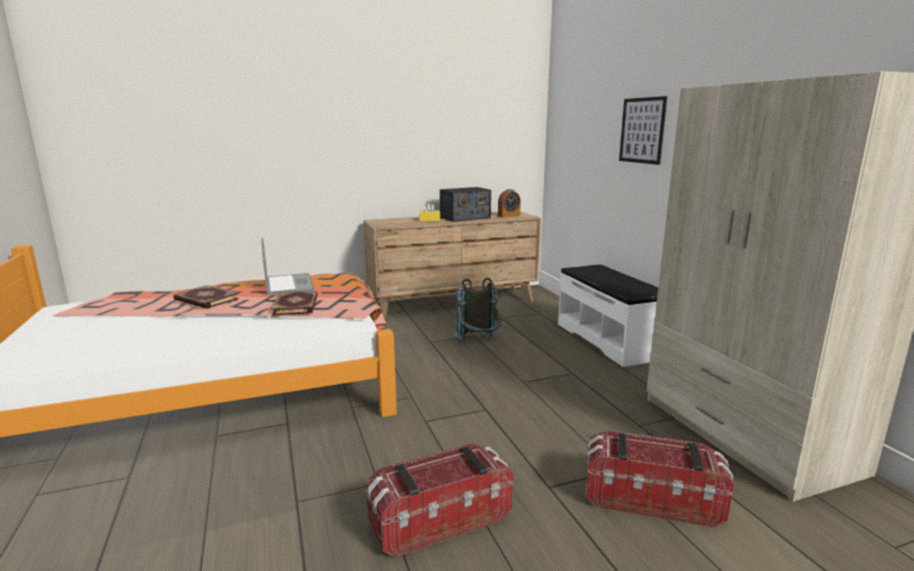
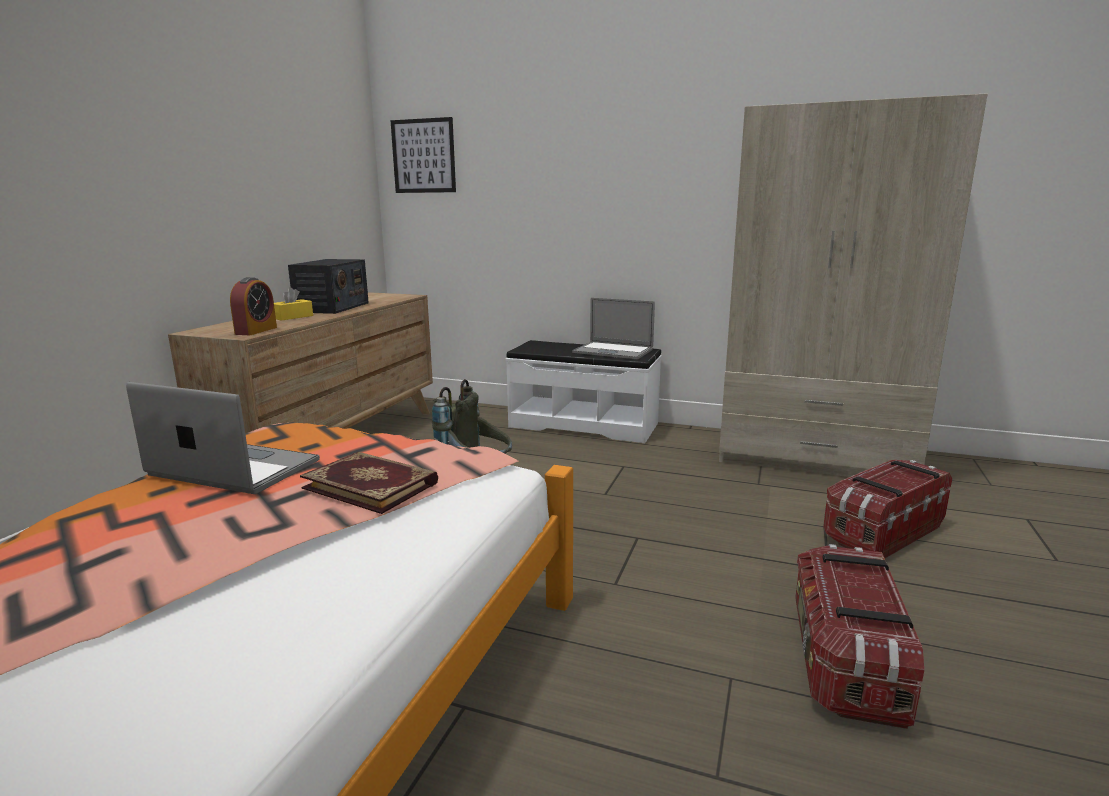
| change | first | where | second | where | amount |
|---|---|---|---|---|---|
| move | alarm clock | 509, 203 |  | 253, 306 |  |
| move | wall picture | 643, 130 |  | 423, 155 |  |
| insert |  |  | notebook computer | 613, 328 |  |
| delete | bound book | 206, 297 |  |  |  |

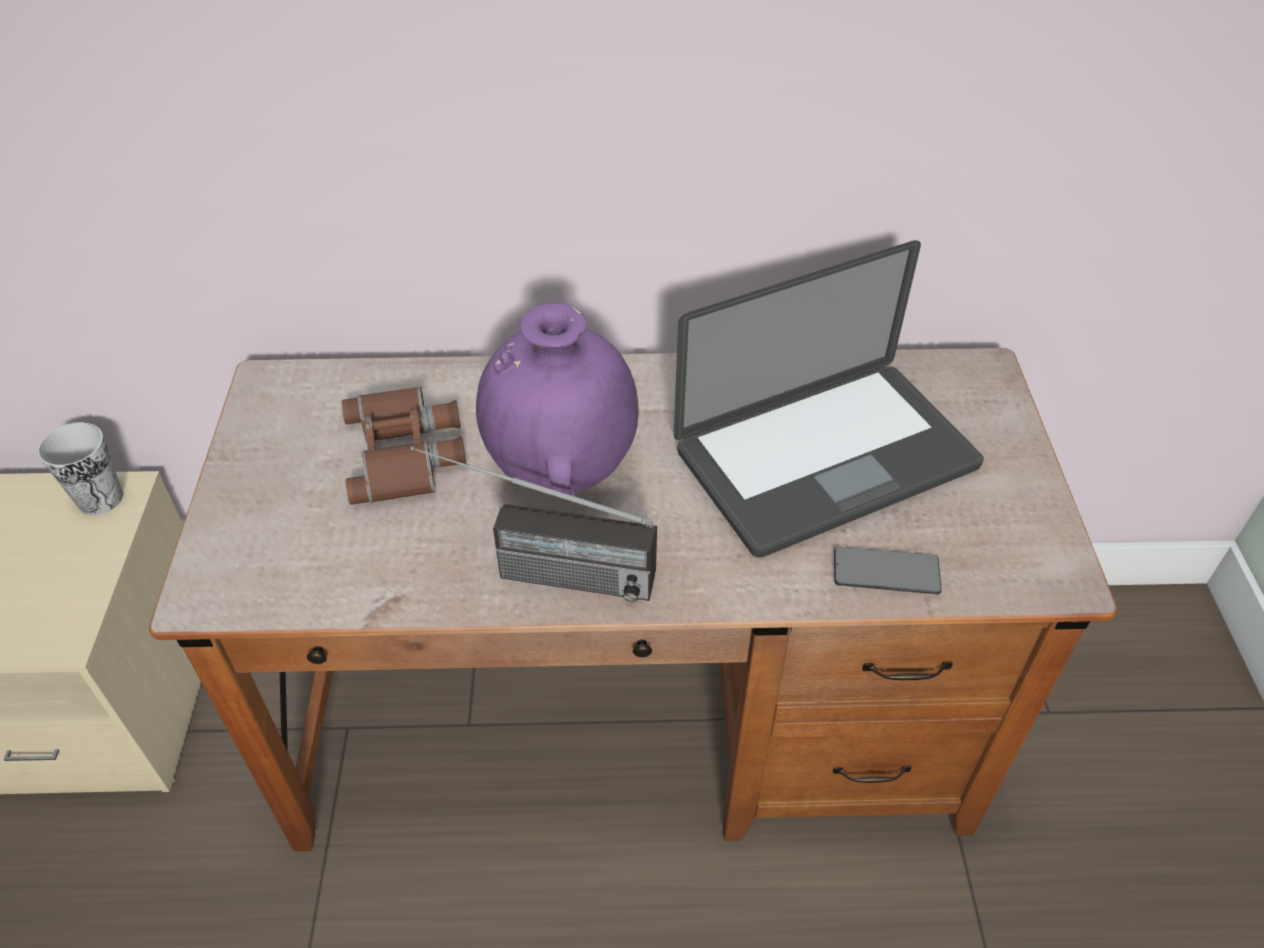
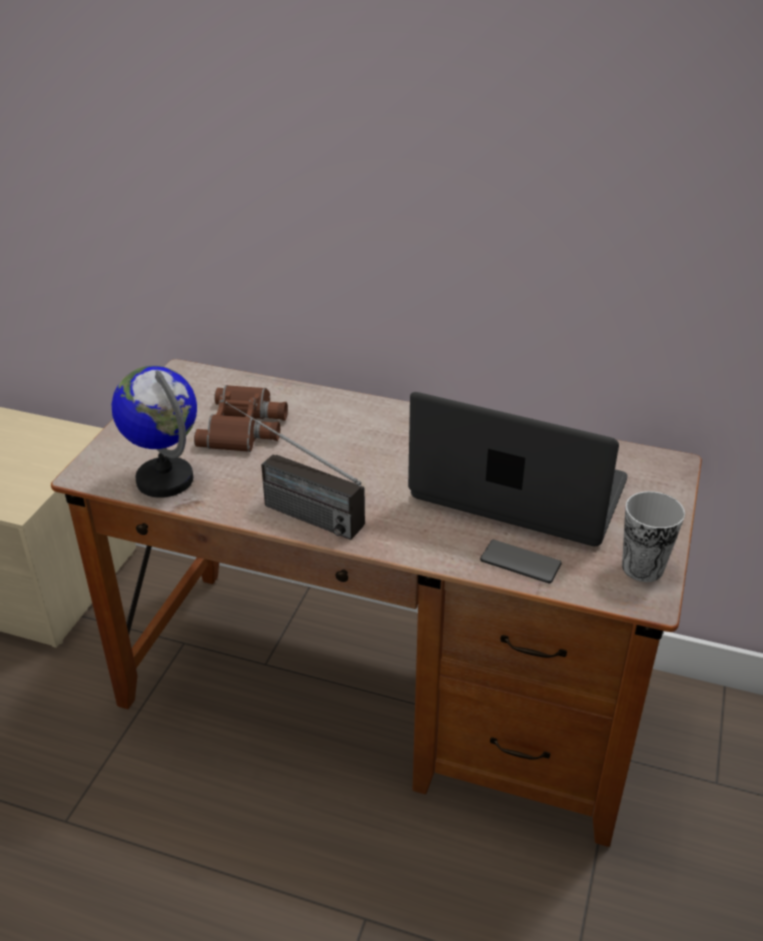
| change | first | where | second | where | amount |
|---|---|---|---|---|---|
| insert |  |  | globe | 154, 432 |  |
| rotate | notebook computer | 829, 399 |  | 518, 469 | 150 degrees counterclockwise |
| move | small cup | 80, 468 |  | 653, 536 |  |
| delete | purplish flower vase | 557, 399 |  |  |  |

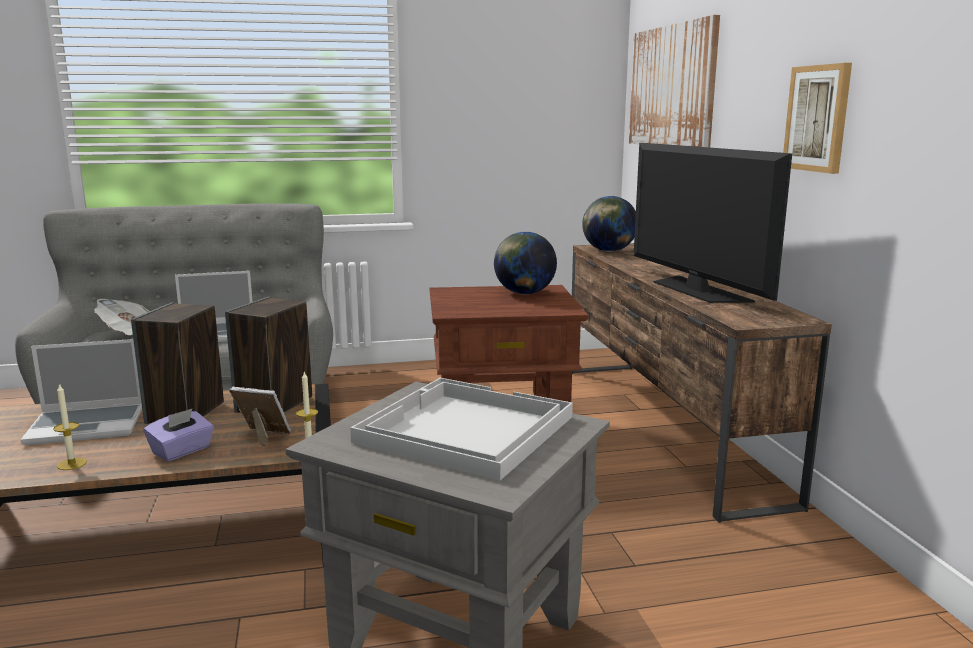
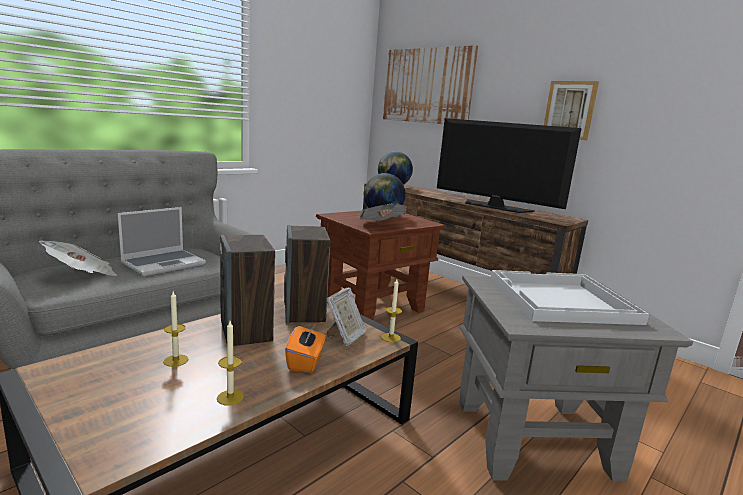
| change | first | where | second | where | amount |
|---|---|---|---|---|---|
| replace | notebook computer | 81, 392 | wax light | 175, 329 |  |
| recolor | purplish tissue holder | 179, 435 | orangey tissue holder | 305, 348 |  |
| rotate | picture frame | 260, 416 |  | 346, 316 | 135 degrees clockwise |
| insert |  |  | newspaper | 383, 212 |  |

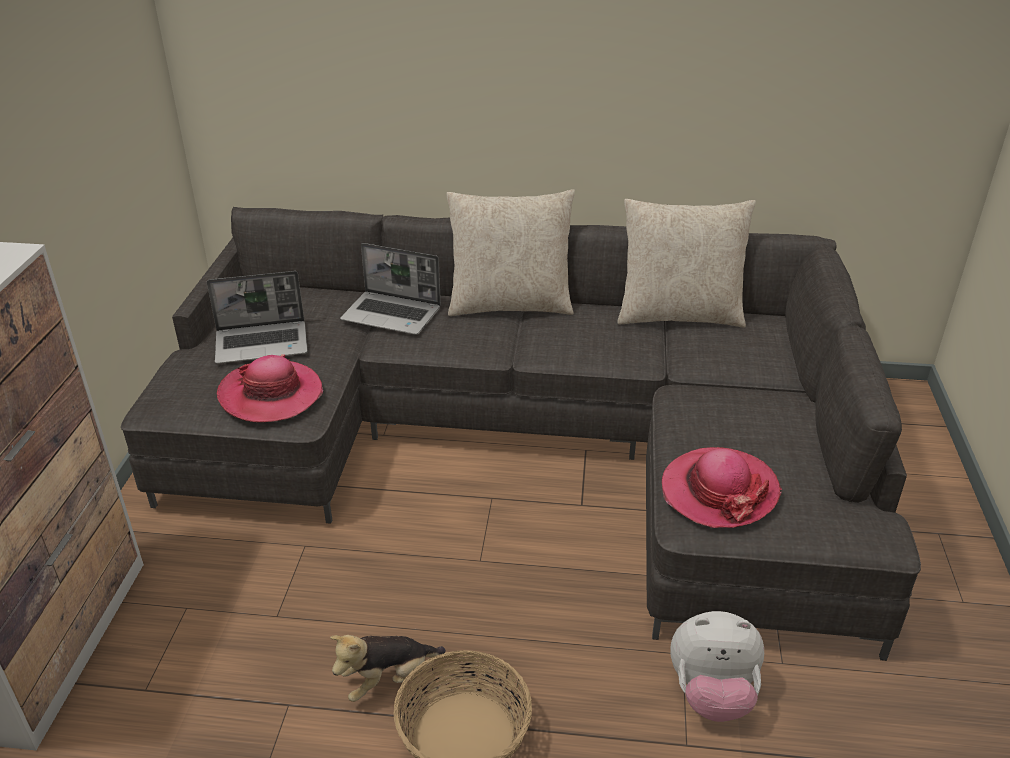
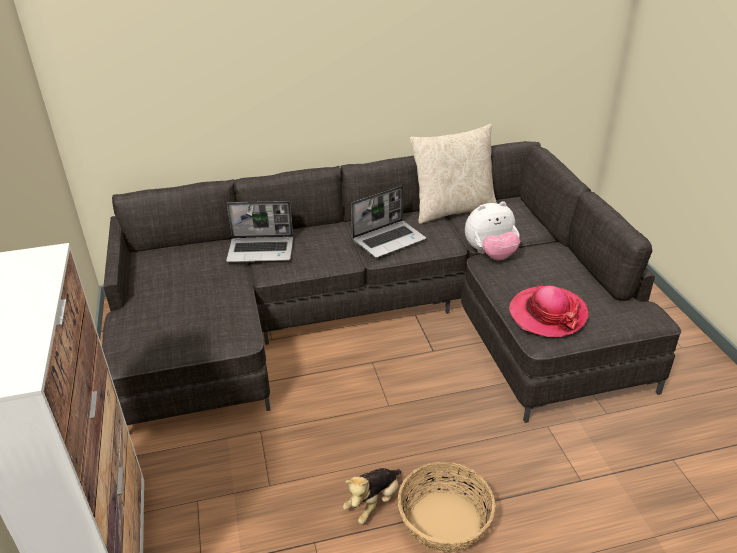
| change | first | where | second | where | amount |
|---|---|---|---|---|---|
| move | notebook computer | 257, 317 |  | 388, 222 |  |
| move | plush toy | 717, 666 |  | 492, 230 |  |
| delete | wearable hat | 270, 388 |  |  |  |
| delete | beige-coloured cushion | 510, 252 |  |  |  |

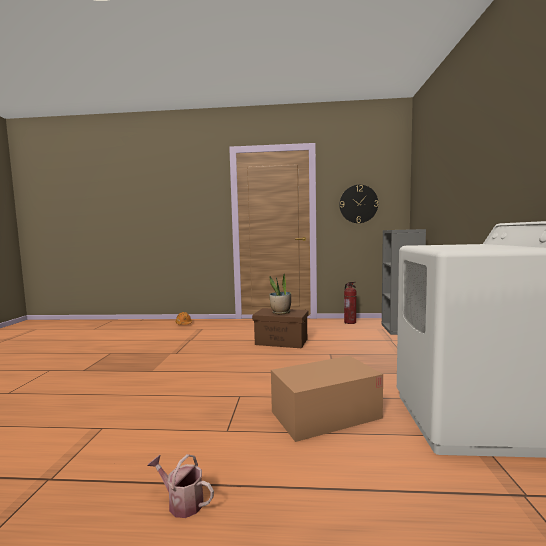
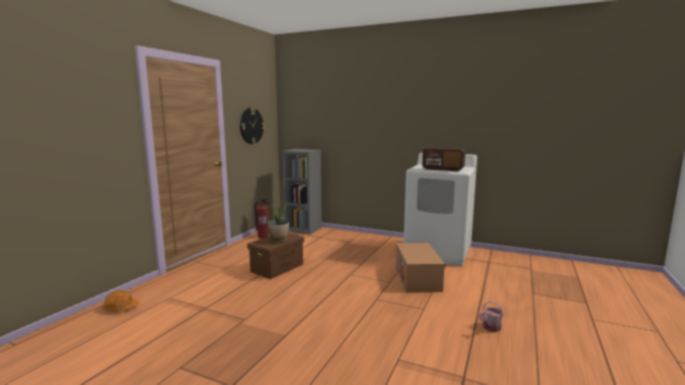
| change | first | where | second | where | amount |
|---|---|---|---|---|---|
| insert |  |  | radio set | 444, 159 |  |

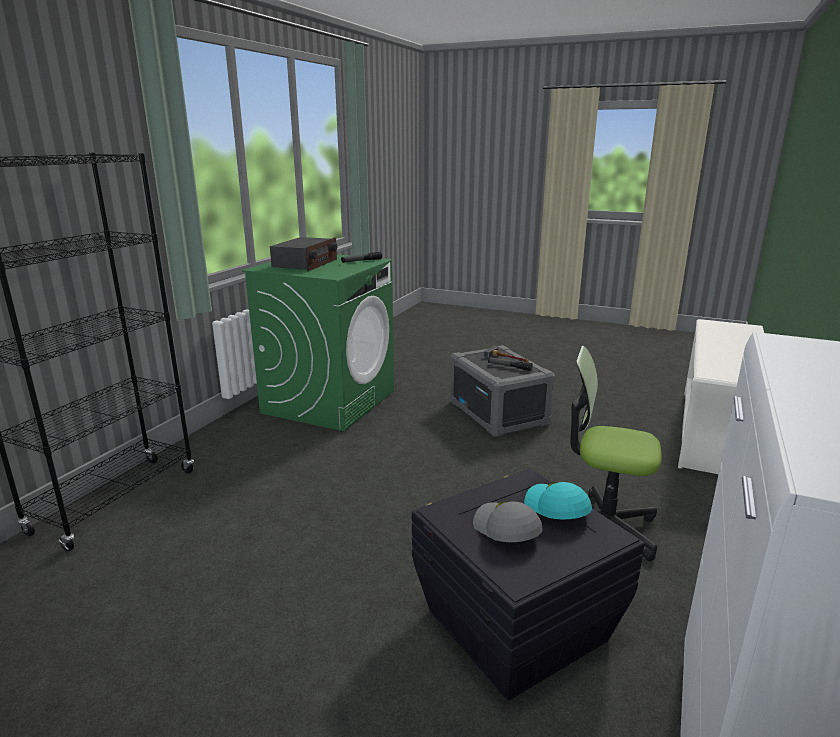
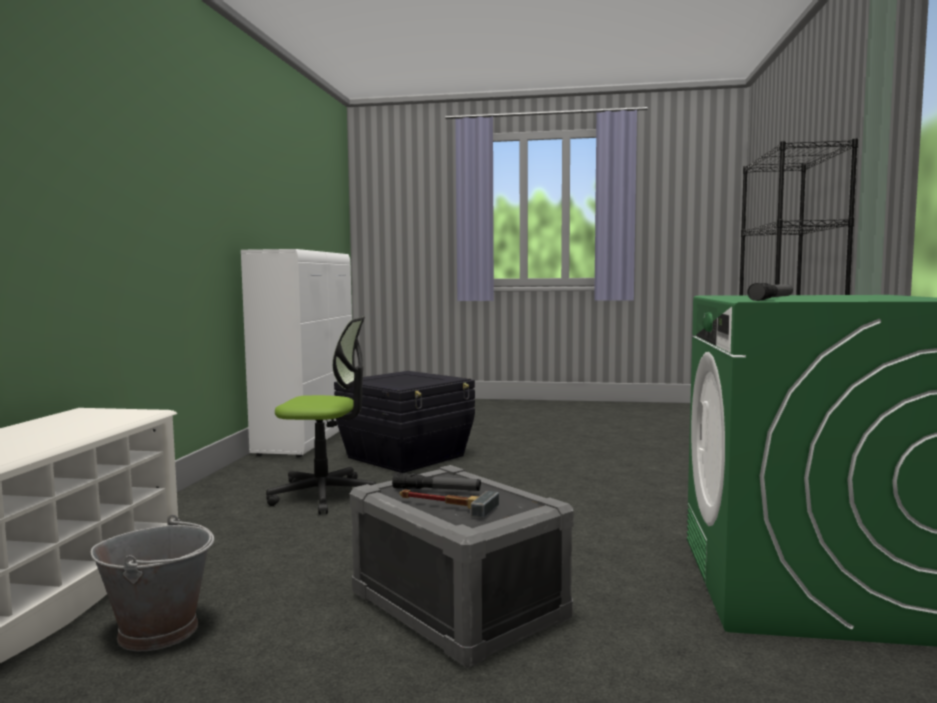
| change | first | where | second | where | amount |
|---|---|---|---|---|---|
| insert |  |  | greyish bucket | 152, 583 |  |
| delete | radio set | 303, 254 |  |  |  |
| delete | greyish cap | 508, 521 |  |  |  |
| delete | turquoise cap | 558, 500 |  |  |  |

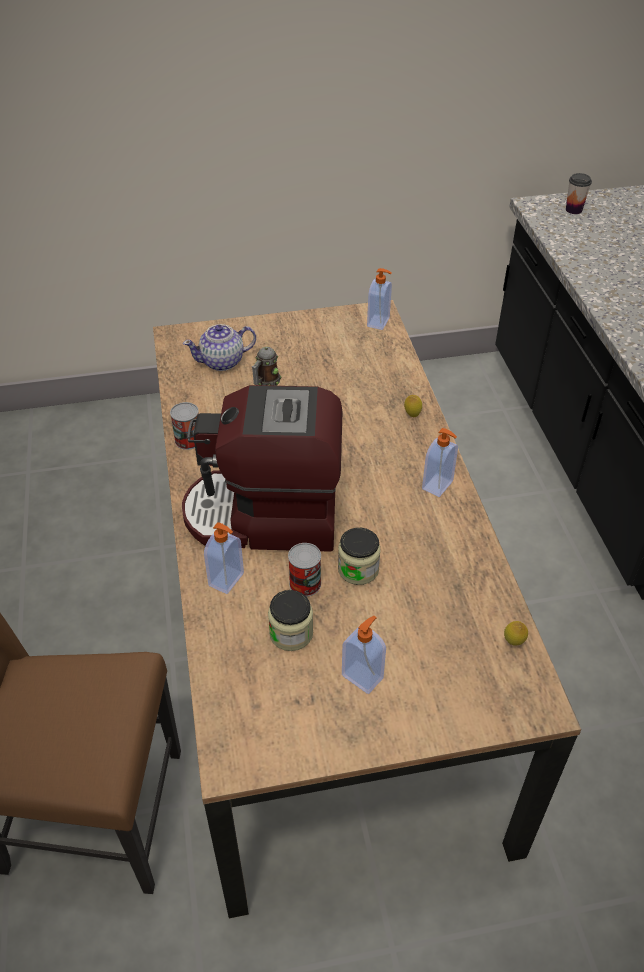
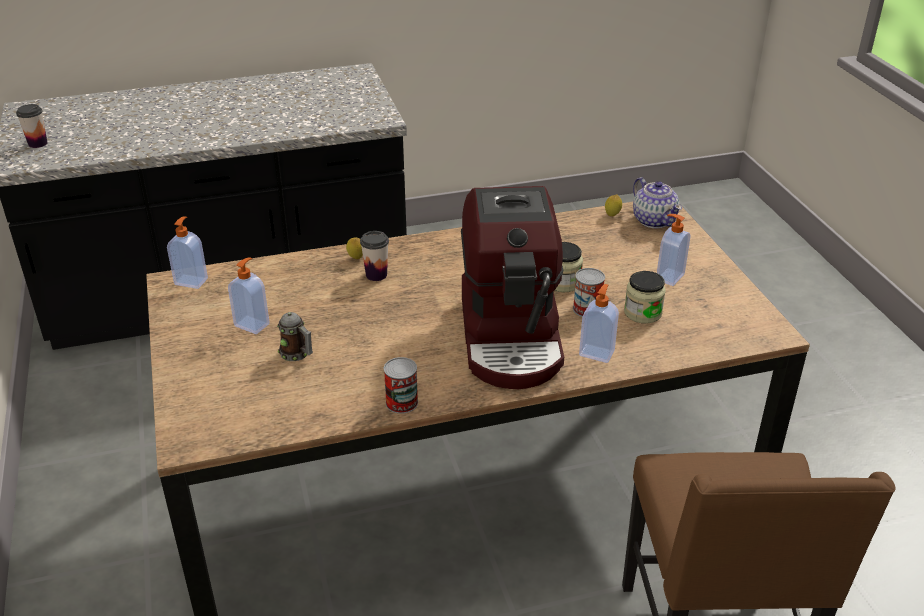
| change | first | where | second | where | amount |
|---|---|---|---|---|---|
| move | soap dispenser | 440, 462 |  | 249, 296 |  |
| insert |  |  | small cup | 374, 256 |  |
| move | pot for tea | 219, 347 |  | 657, 202 |  |

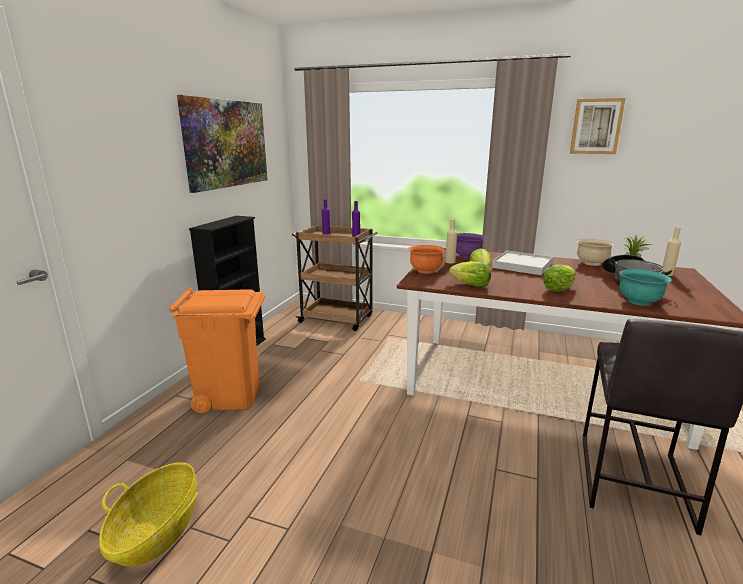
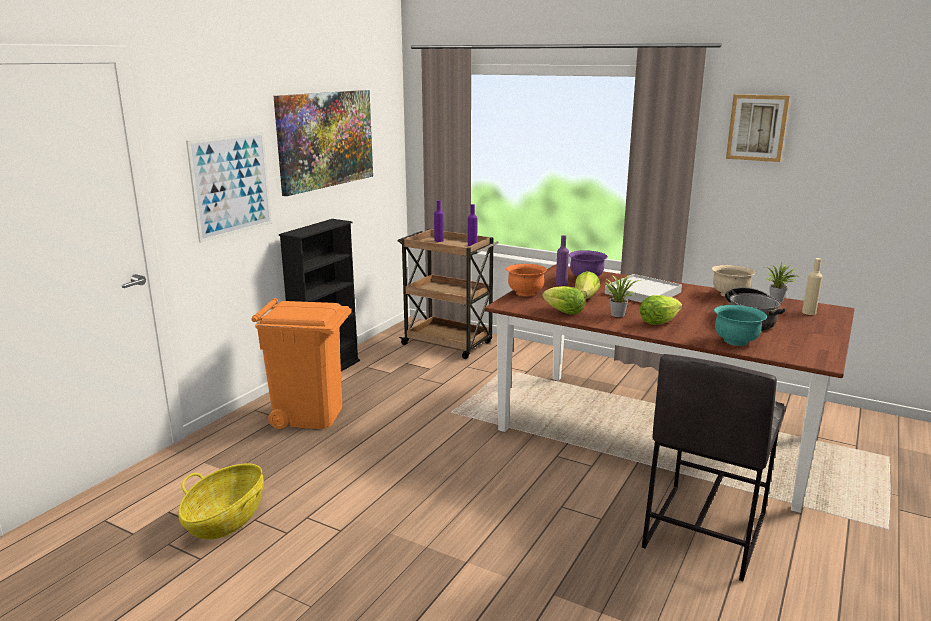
| change | first | where | second | where | amount |
|---|---|---|---|---|---|
| insert |  |  | wall picture | 229, 187 |  |
| recolor | beige-coloured drink bottle | 451, 241 | purplish drink bottle | 562, 260 |  |
| insert |  |  | potted plant | 623, 296 |  |

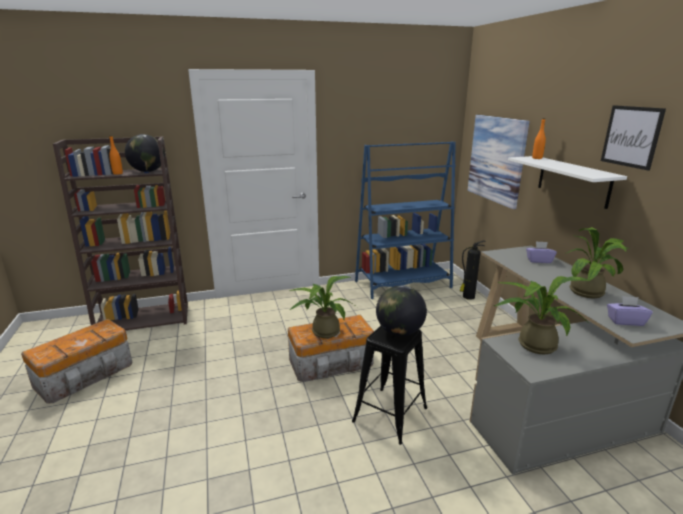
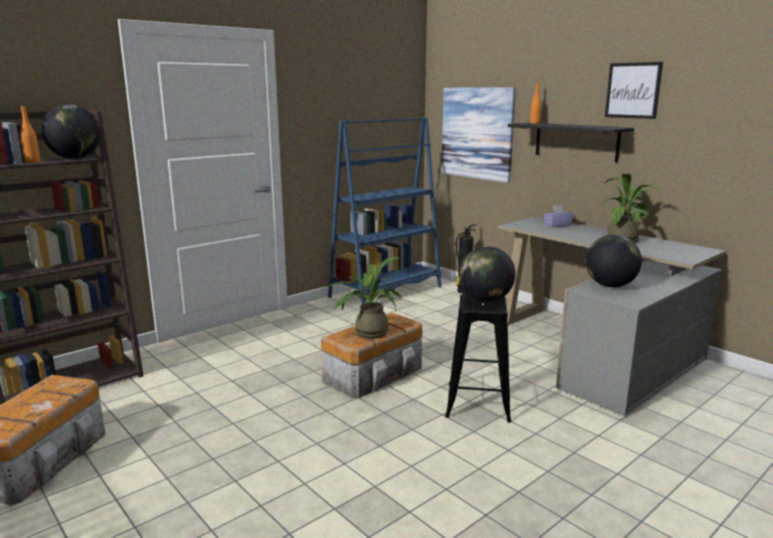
| change | first | where | second | where | amount |
|---|---|---|---|---|---|
| recolor | whitish shelf | 567, 182 | black shelf | 571, 142 |  |
| replace | potted plant | 542, 315 | globe | 613, 261 |  |
| delete | purplish tissue holder | 630, 311 |  |  |  |

